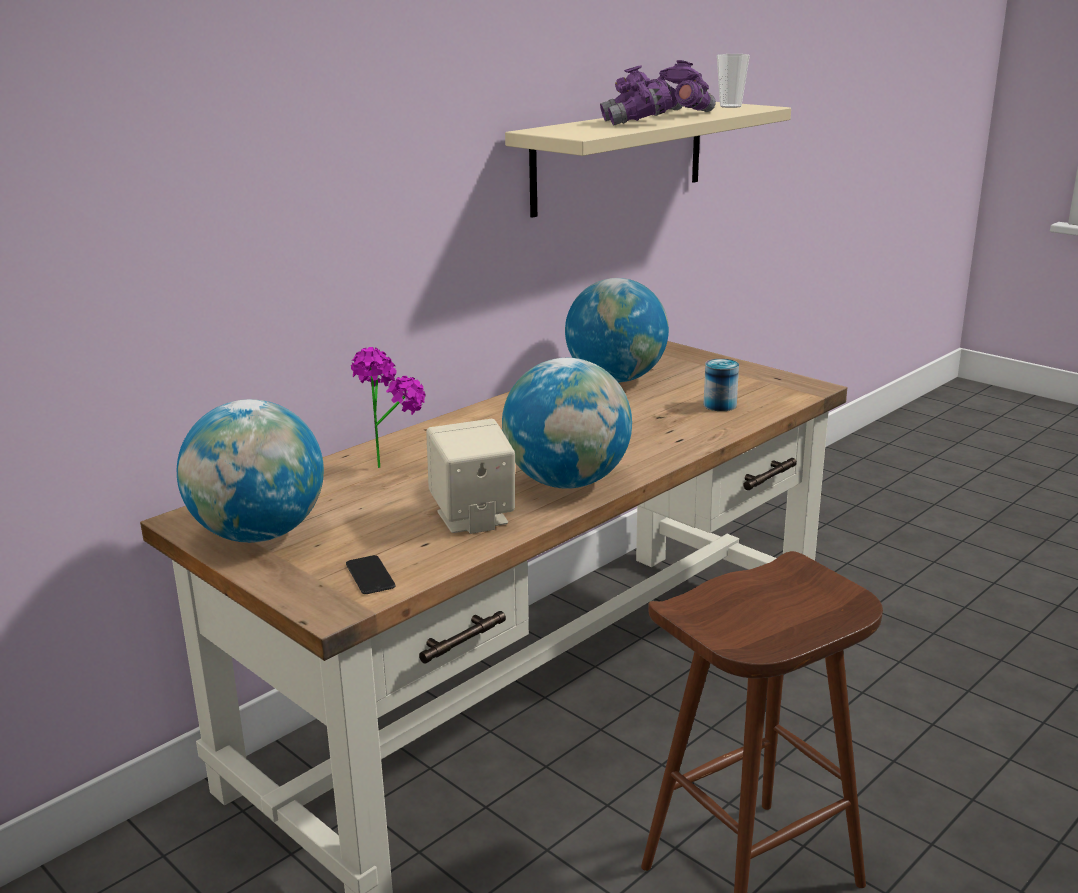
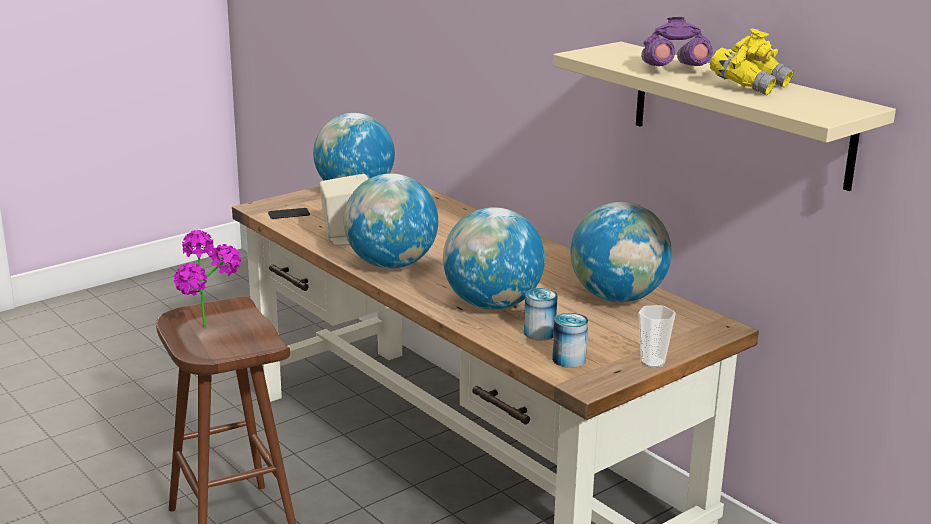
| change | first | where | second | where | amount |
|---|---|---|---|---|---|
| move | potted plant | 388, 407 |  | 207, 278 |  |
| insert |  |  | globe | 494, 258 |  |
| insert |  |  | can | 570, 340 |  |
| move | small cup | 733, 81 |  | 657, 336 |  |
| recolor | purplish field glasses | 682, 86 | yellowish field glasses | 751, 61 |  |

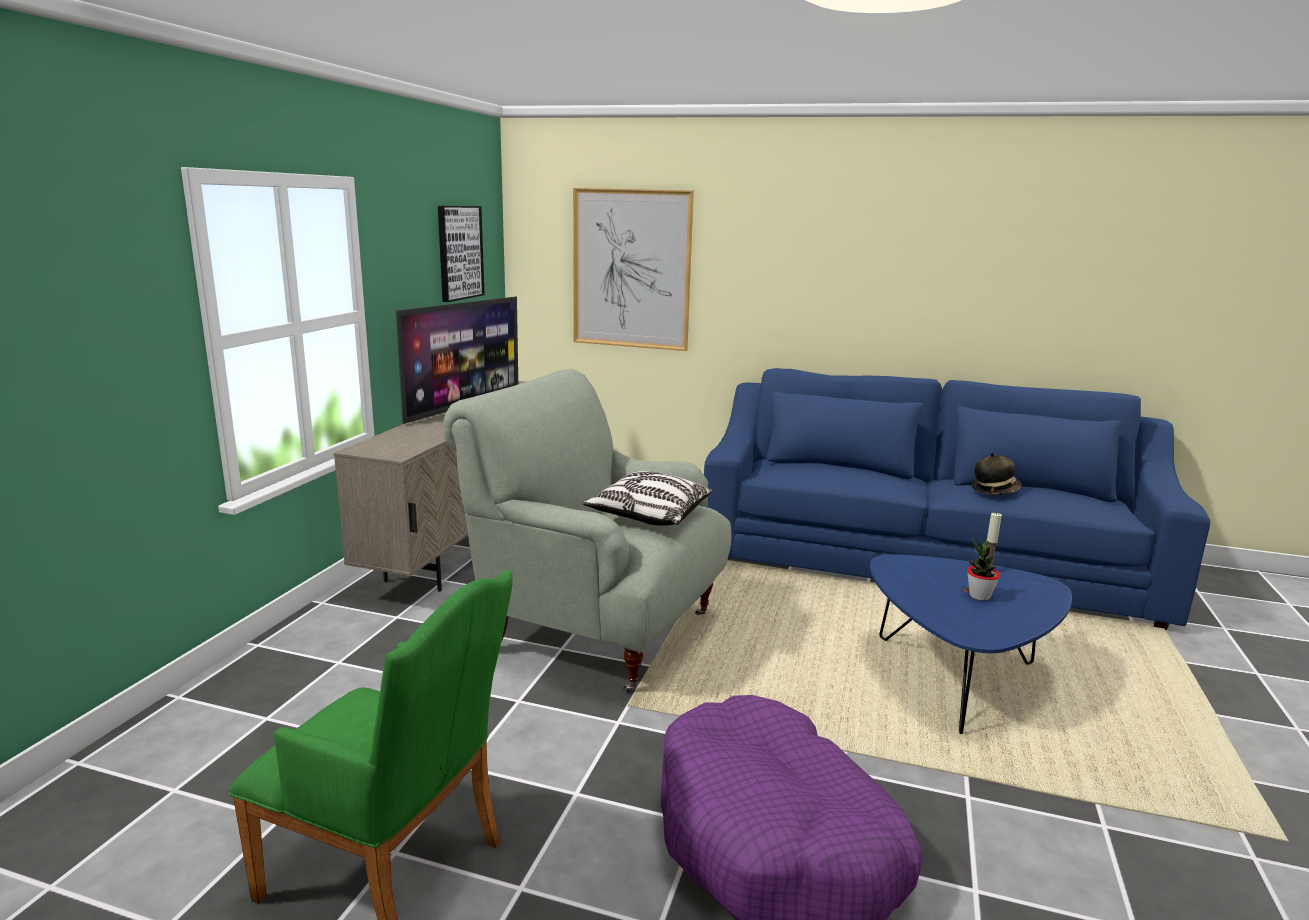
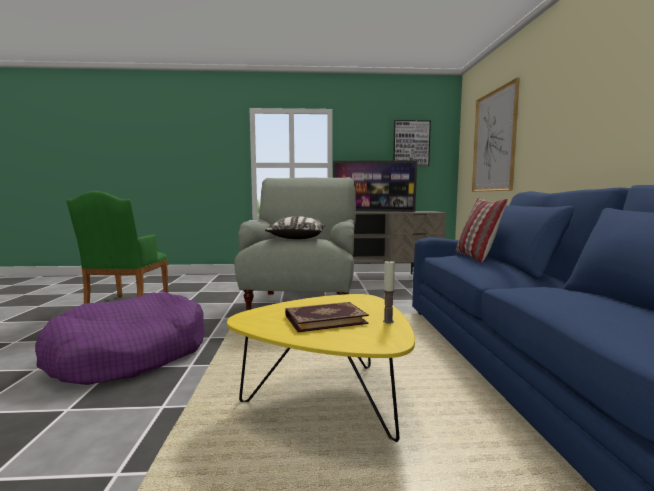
| change | first | where | second | where | amount |
|---|---|---|---|---|---|
| recolor | blue low table | 971, 644 | yellowish low table | 321, 368 |  |
| replace | potted plant | 983, 570 | bound book | 327, 317 |  |
| insert |  |  | cushion | 482, 230 |  |
| delete | wearable hat | 997, 473 |  |  |  |

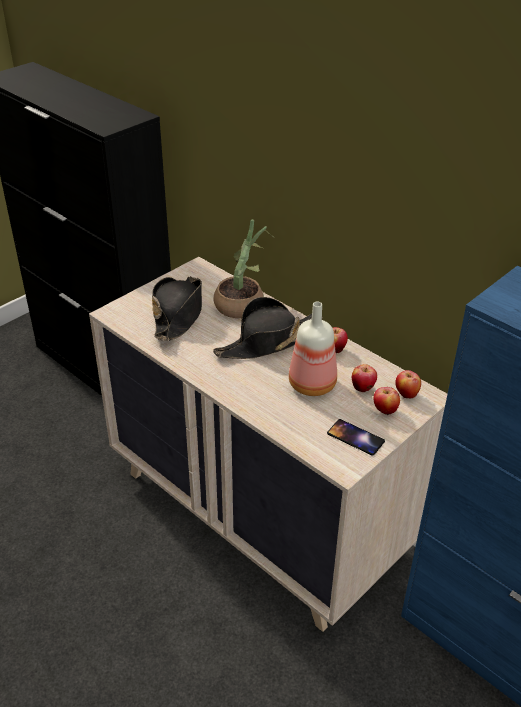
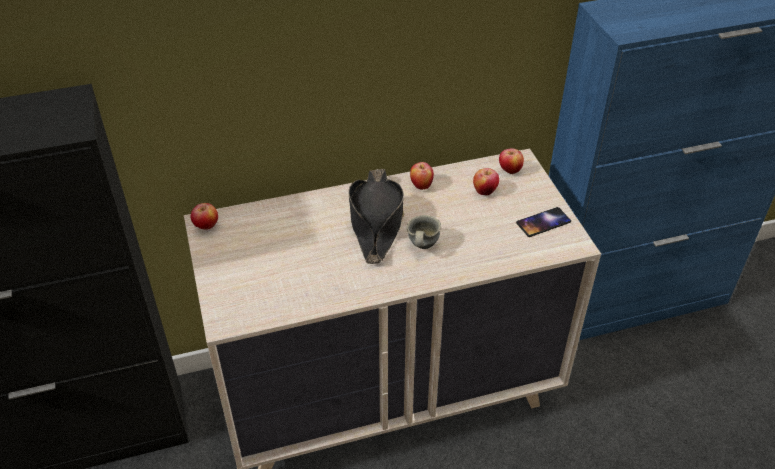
| change | first | where | second | where | amount |
|---|---|---|---|---|---|
| move | apple | 387, 401 |  | 204, 216 |  |
| insert |  |  | greyish mug | 423, 232 |  |
| delete | black wearable hat | 177, 308 |  |  |  |
| delete | potted plant | 245, 268 |  |  |  |
| delete | drink bottle | 313, 349 |  |  |  |

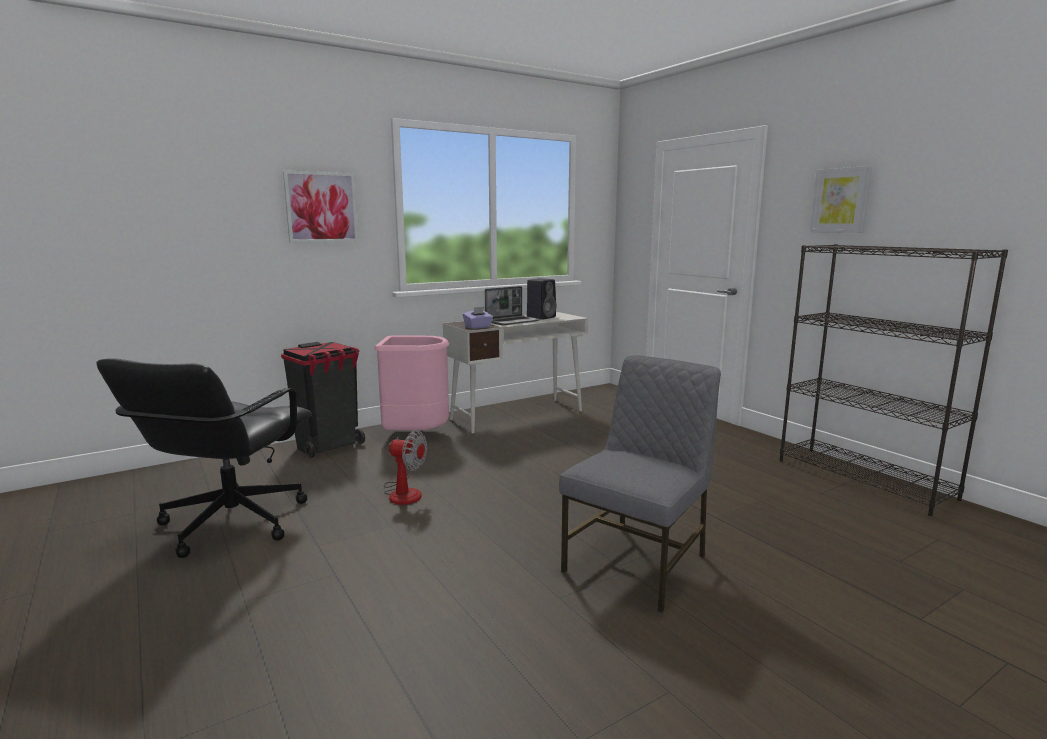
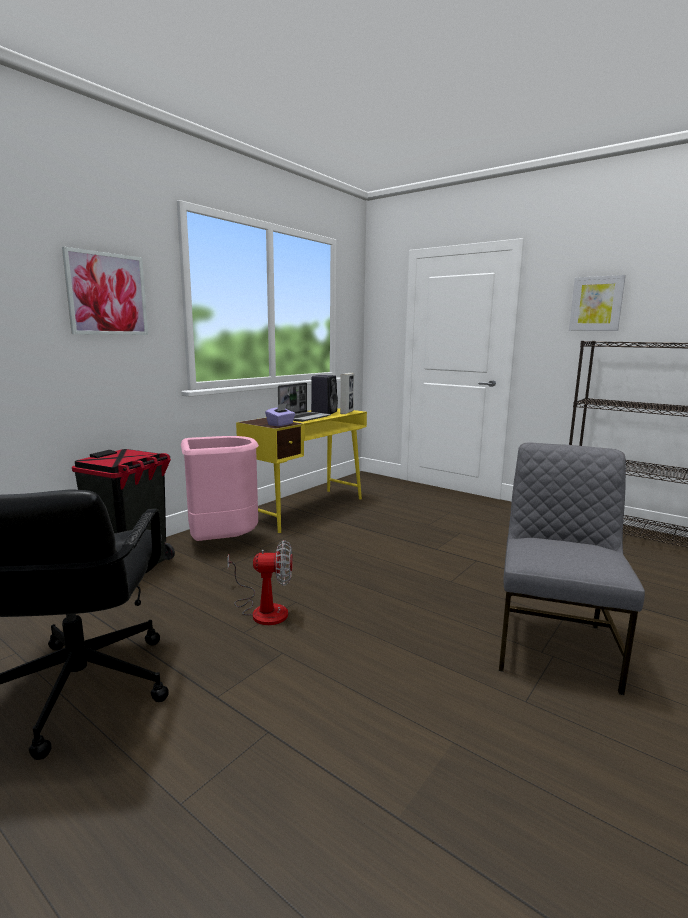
| change | first | where | second | where | amount |
|---|---|---|---|---|---|
| recolor | whitish desk unit | 515, 372 | yellowish desk unit | 301, 470 |  |
| insert |  |  | picture frame | 347, 393 |  |

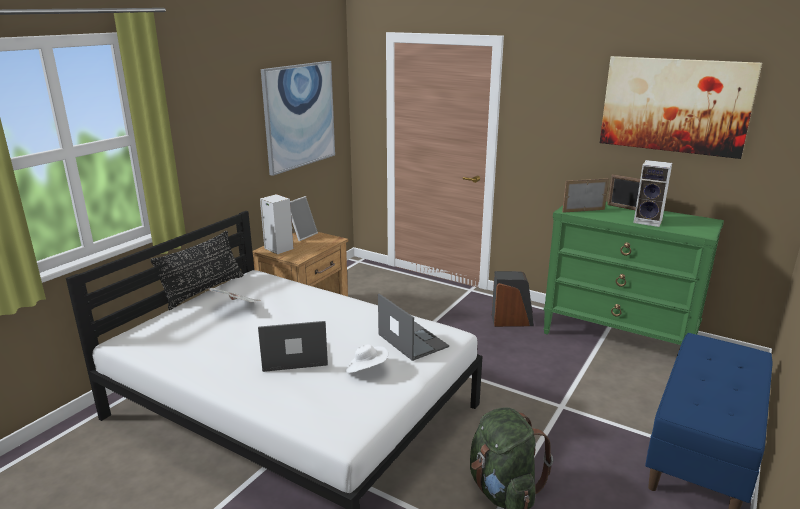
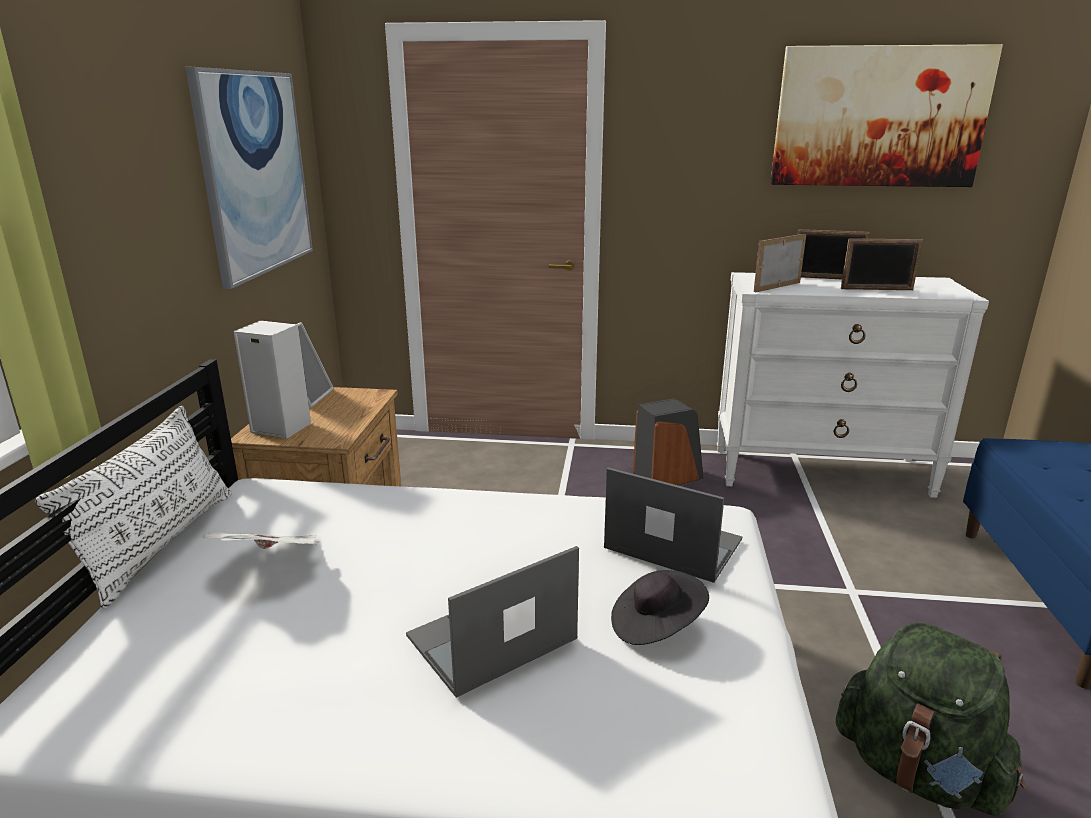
| change | first | where | second | where | amount |
|---|---|---|---|---|---|
| recolor | black cushion | 197, 270 | whitish cushion | 133, 507 |  |
| recolor | whitish wearable hat | 366, 358 | black wearable hat | 660, 607 |  |
| recolor | greenish chest of drawers | 633, 273 | whitish chest of drawers | 853, 385 |  |
| replace | audio speaker | 652, 193 | picture frame | 882, 264 |  |

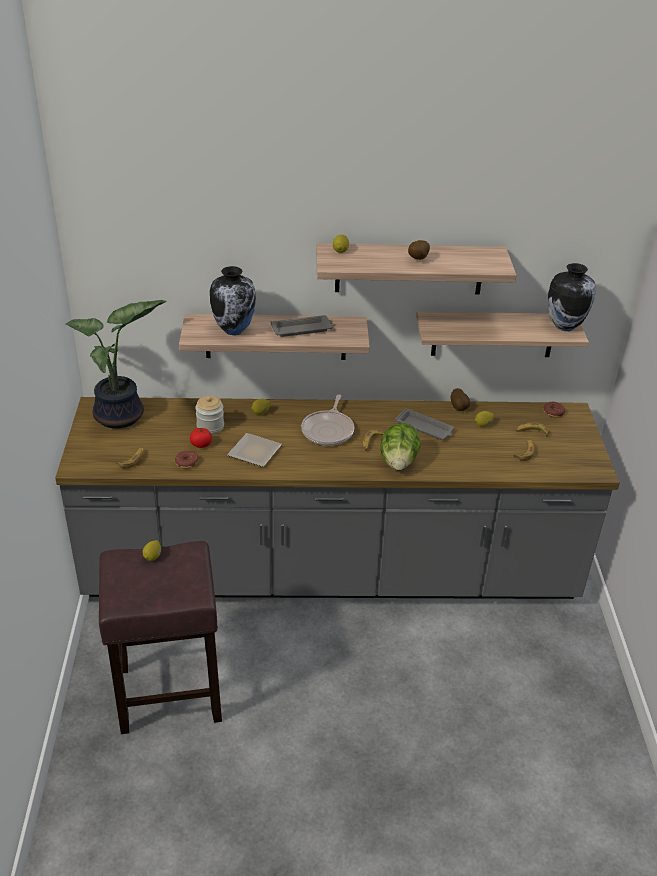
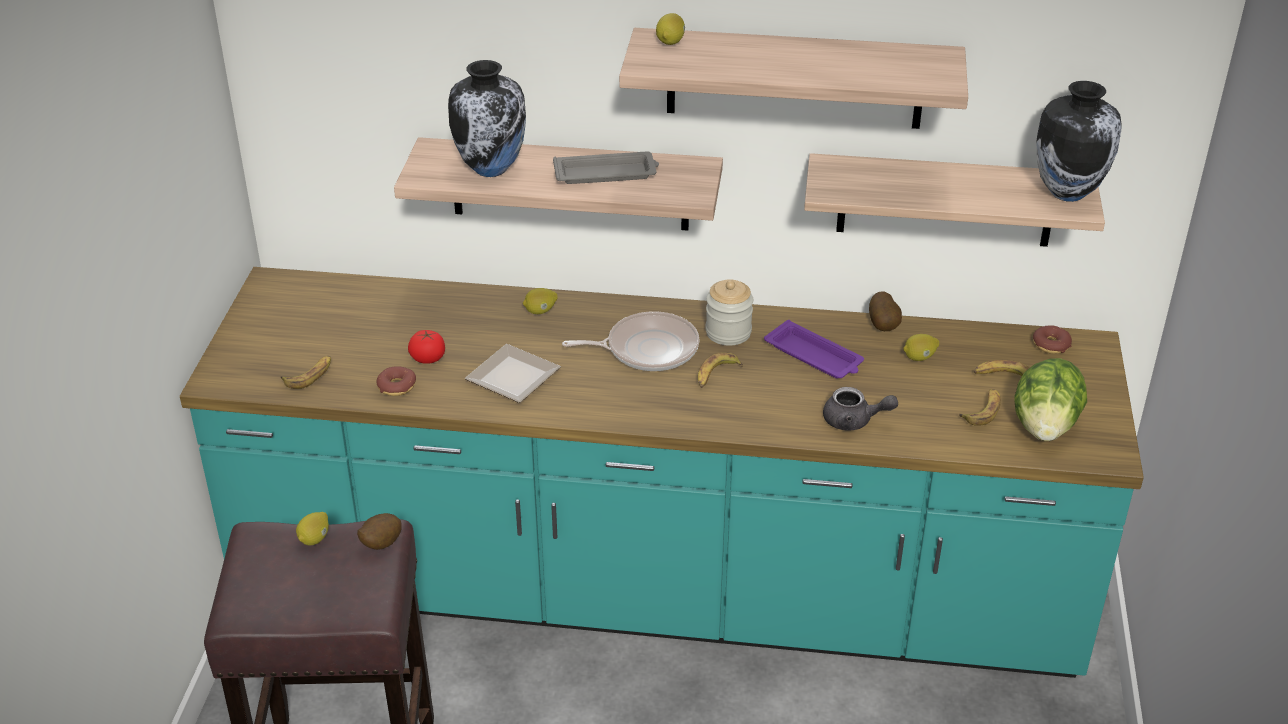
| change | first | where | second | where | amount |
|---|---|---|---|---|---|
| recolor | greyish counter | 337, 498 | turquoise counter | 662, 472 |  |
| move | whole potato | 419, 250 |  | 379, 531 |  |
| rotate | skillet | 328, 420 |  | 630, 341 | 120 degrees counterclockwise |
| move | jar | 209, 415 |  | 729, 312 |  |
| recolor | greyish carrying tray | 424, 424 | purplish carrying tray | 814, 349 |  |
| insert |  |  | greyish pot for tea | 860, 409 |  |
| move | head of lettuce | 400, 446 |  | 1050, 399 |  |
| delete | potted plant | 116, 364 |  |  |  |

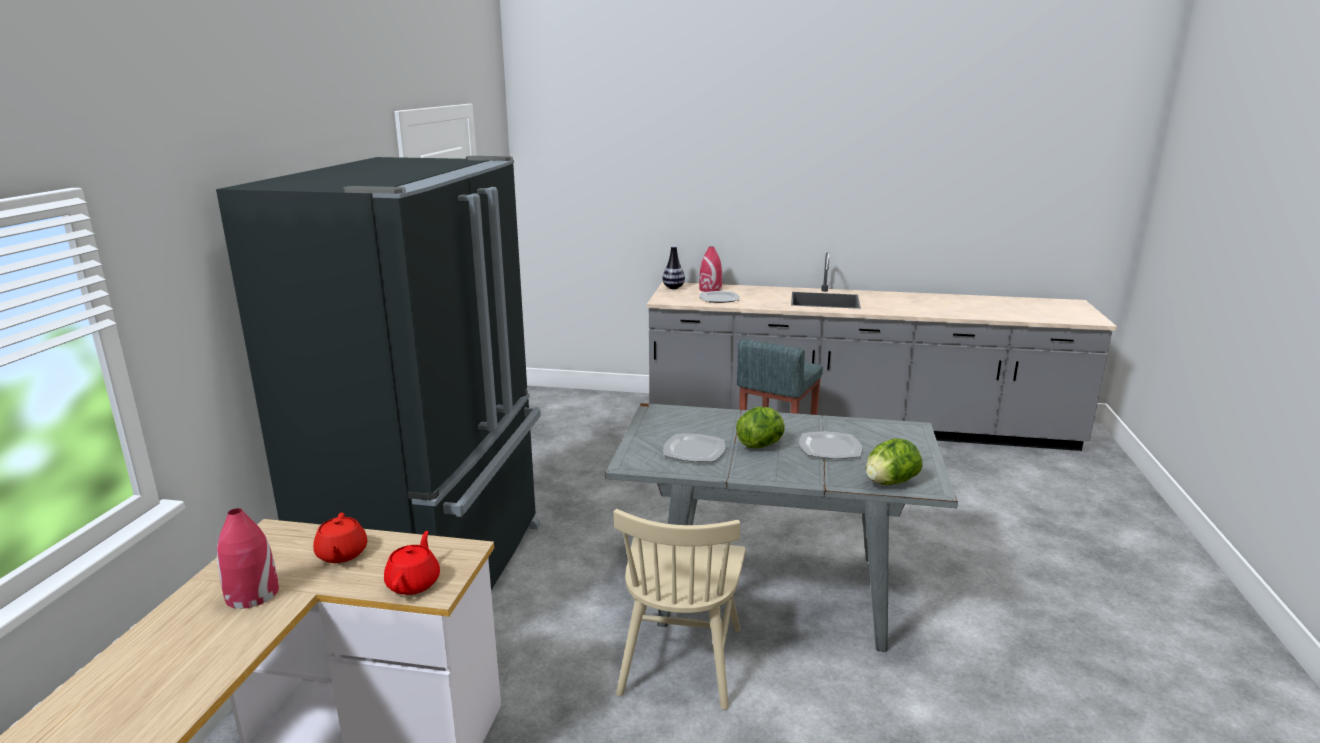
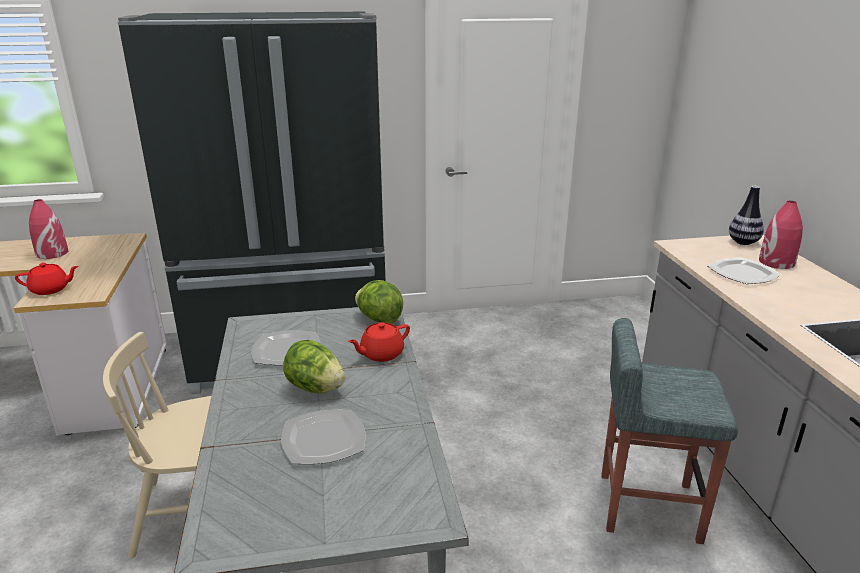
| change | first | where | second | where | amount |
|---|---|---|---|---|---|
| move | red pot for tea | 340, 538 |  | 379, 342 |  |
| move | head of lettuce | 894, 461 |  | 379, 302 |  |

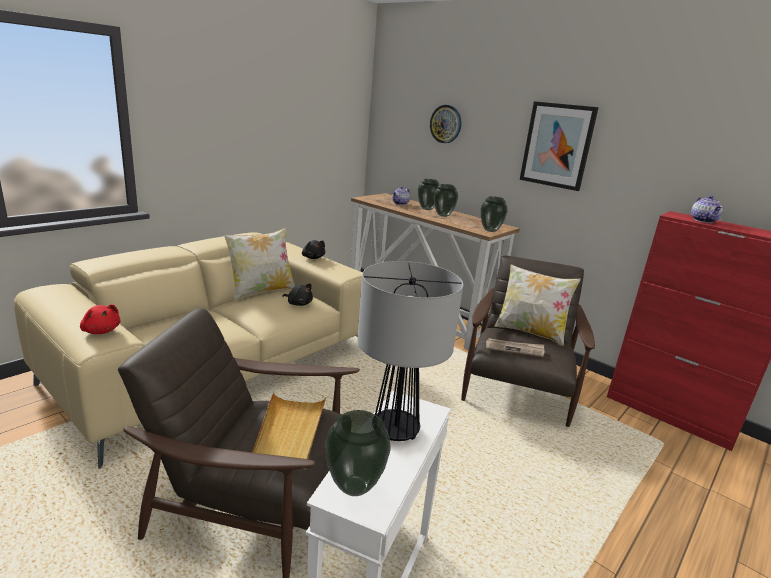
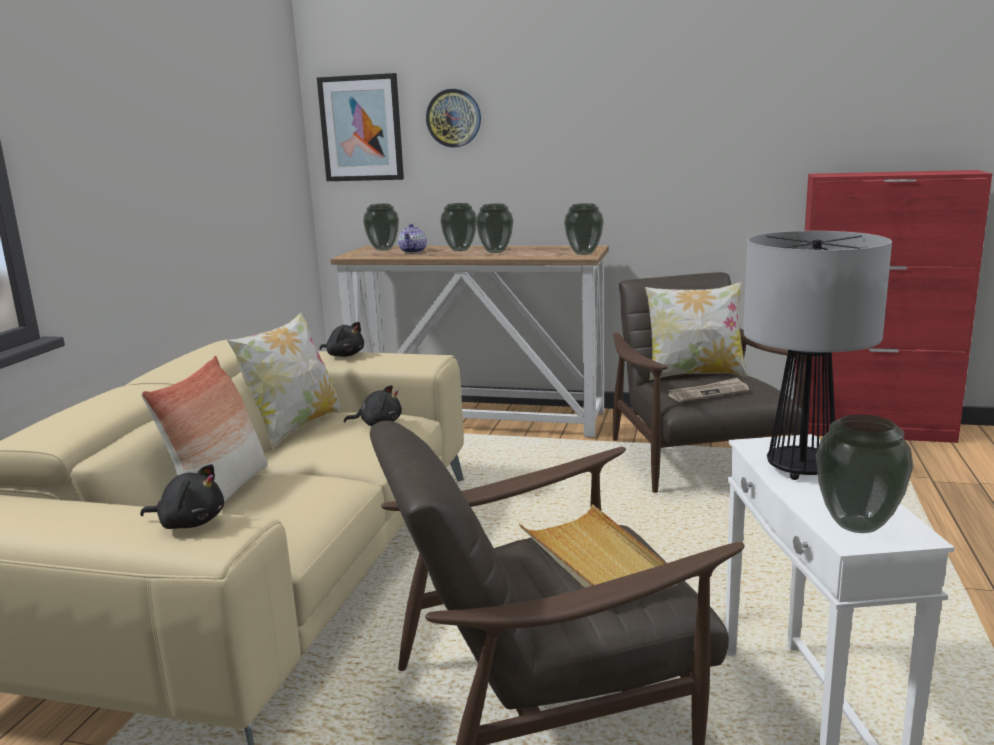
| change | first | where | second | where | amount |
|---|---|---|---|---|---|
| recolor | red plush toy | 100, 319 | black plush toy | 182, 496 |  |
| insert |  |  | cushion | 204, 429 |  |
| move | wall picture | 559, 146 |  | 360, 127 |  |
| insert |  |  | flower vase | 381, 227 |  |
| delete | pot for tea | 706, 209 |  |  |  |

